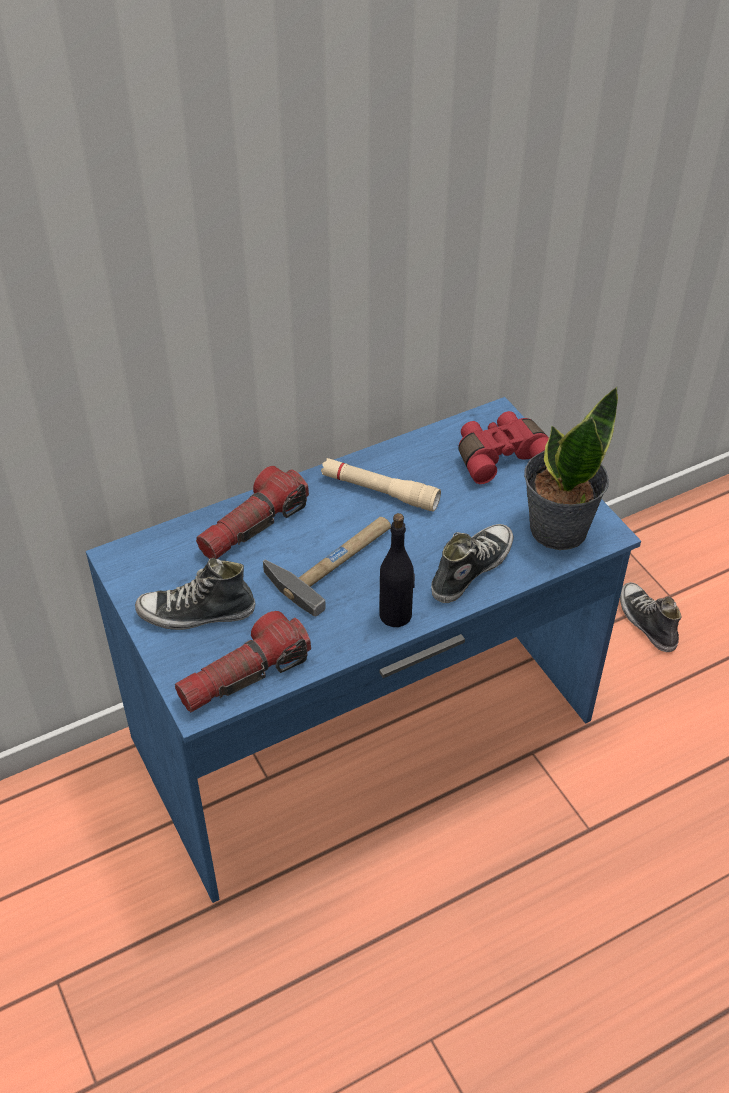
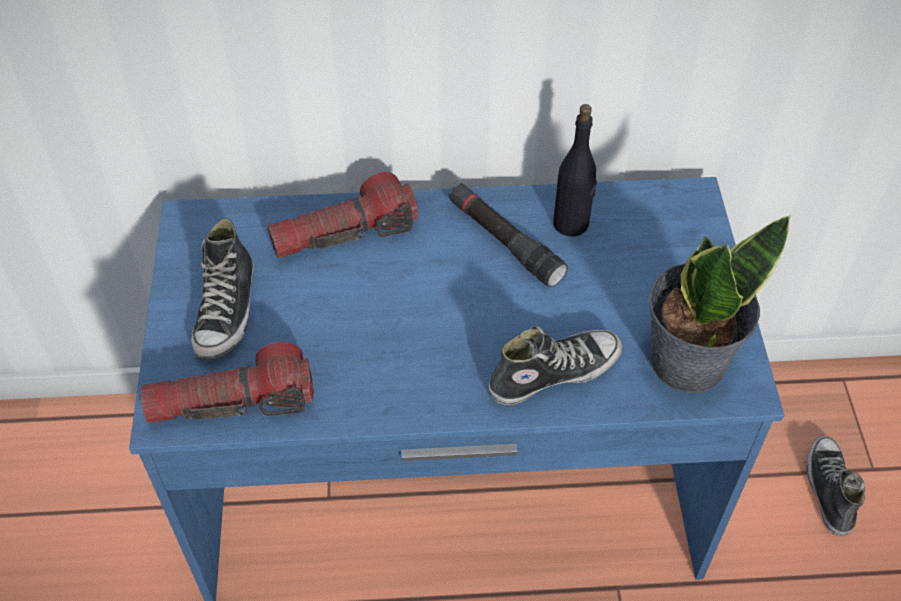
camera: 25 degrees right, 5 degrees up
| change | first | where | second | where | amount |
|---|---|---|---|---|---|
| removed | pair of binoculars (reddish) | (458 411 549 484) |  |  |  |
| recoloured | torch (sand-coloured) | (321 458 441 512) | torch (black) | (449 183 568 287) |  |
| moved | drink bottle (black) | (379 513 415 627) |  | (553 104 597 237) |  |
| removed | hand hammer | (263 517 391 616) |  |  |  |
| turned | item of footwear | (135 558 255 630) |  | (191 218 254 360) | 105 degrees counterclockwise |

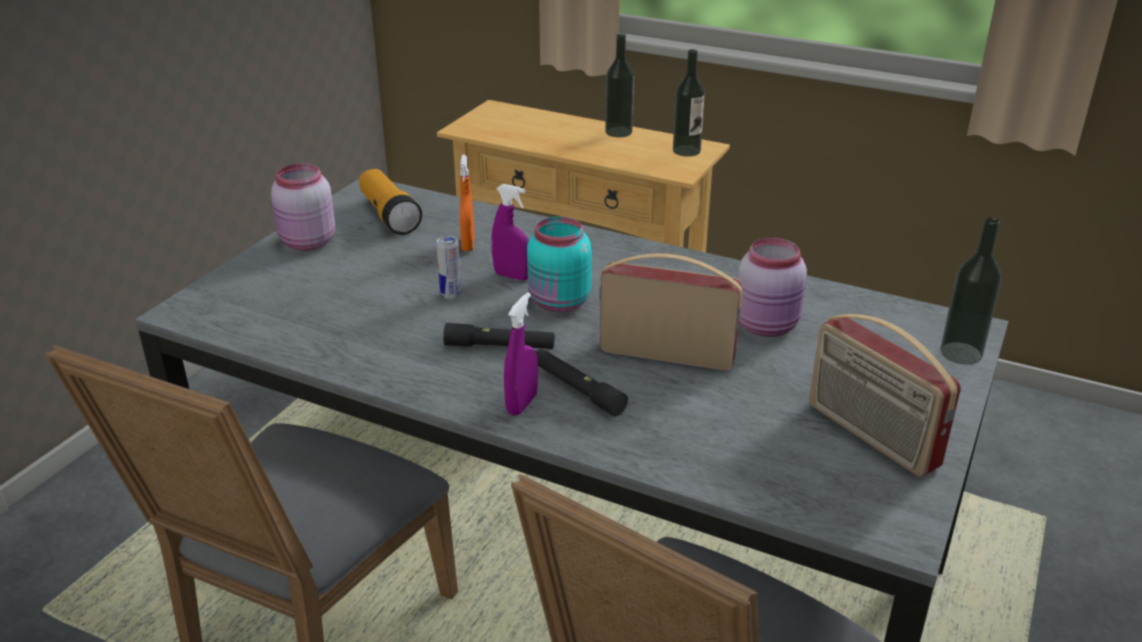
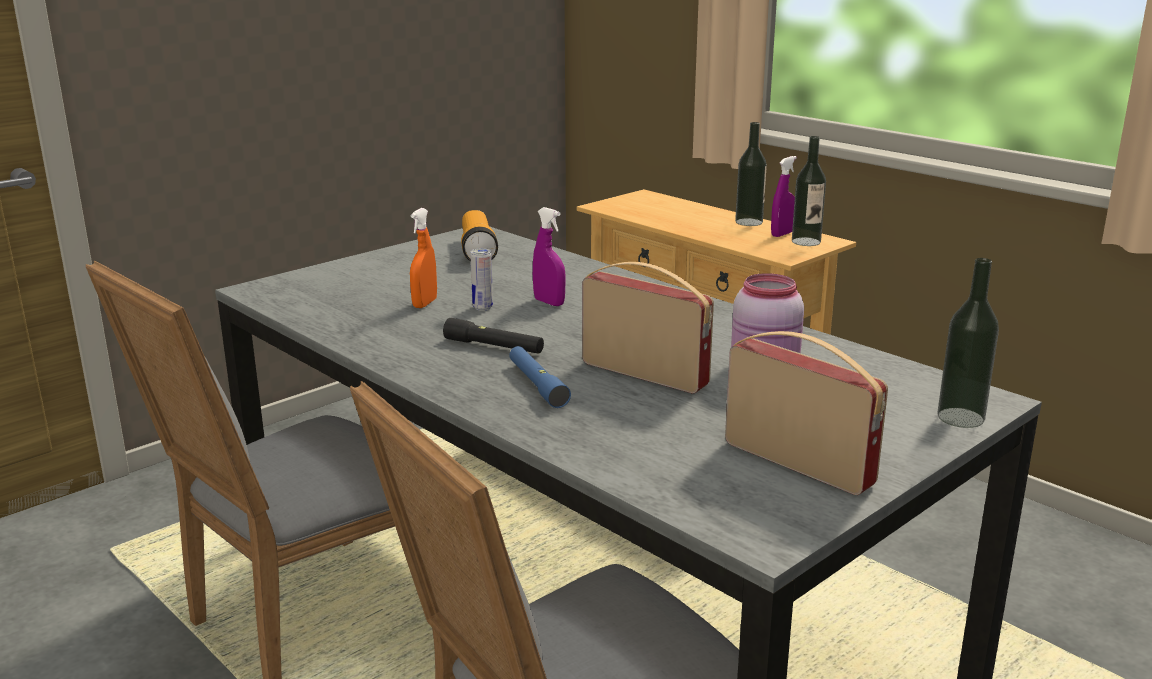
camera: 20 degrees right, 10 degrees down
| change | first | where | second | where | amount |
|---|---|---|---|---|---|
| moved | hand sprayer (orange) | (460 155 475 251) |  | (410 208 437 308) |  |
| removed | preserve jar (pinkish) | (271 163 335 250) |  |  |  |
| removed | preserve jar (turquoise-coloured) | (527 216 592 312) |  |  |  |
| moved | hand sprayer (purple) | (504 292 538 416) |  | (771 156 797 237) |  |
| turned | radio set | (809 314 961 477) |  | (725 331 888 495) | 150 degrees clockwise |
| recoloured | torch (black) | (536 349 628 416) | torch (blue) | (509 346 571 408) |  |

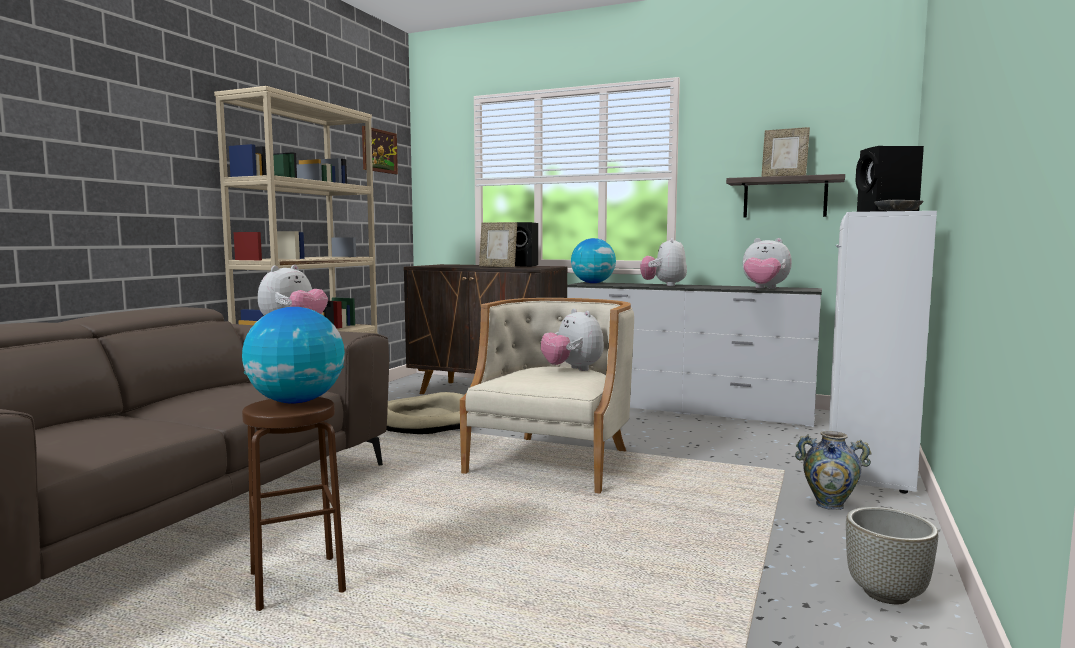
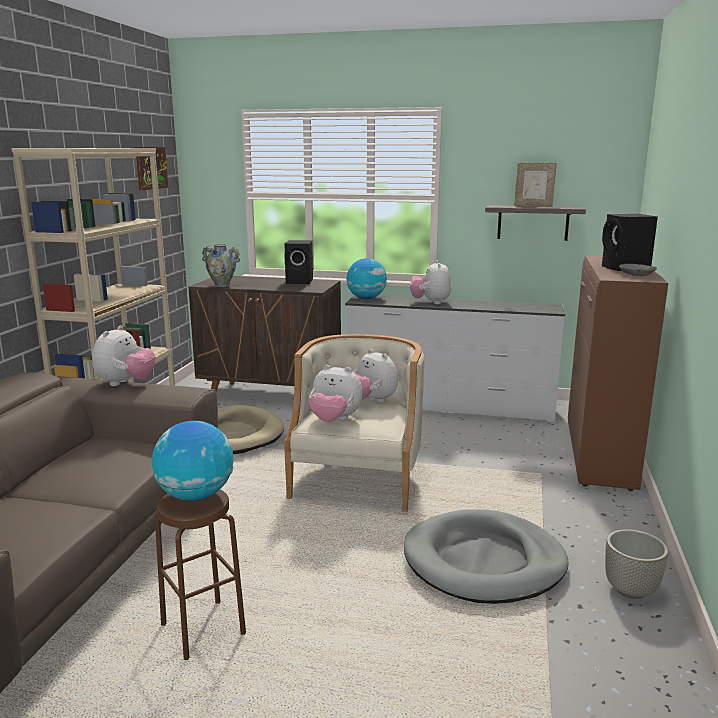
camera: 10 degrees left, 10 degrees up
| change | first | where | second | where | amount |
|---|---|---|---|---|---|
| recoloured | cupboard (whitish) | (829 211 937 493) | cupboard (brown-coloured) | (568 256 668 491) |  |
| removed | photo frame | (479 222 517 267) |  |  |  |
| moved | soft toy | (743 238 792 289) |  | (309 365 363 422) |  |
| moved | decorative vase | (795 431 872 510) |  | (202 244 240 287) |  |
| added |  |  | pet bed (gray) | (404 509 568 604) |  |

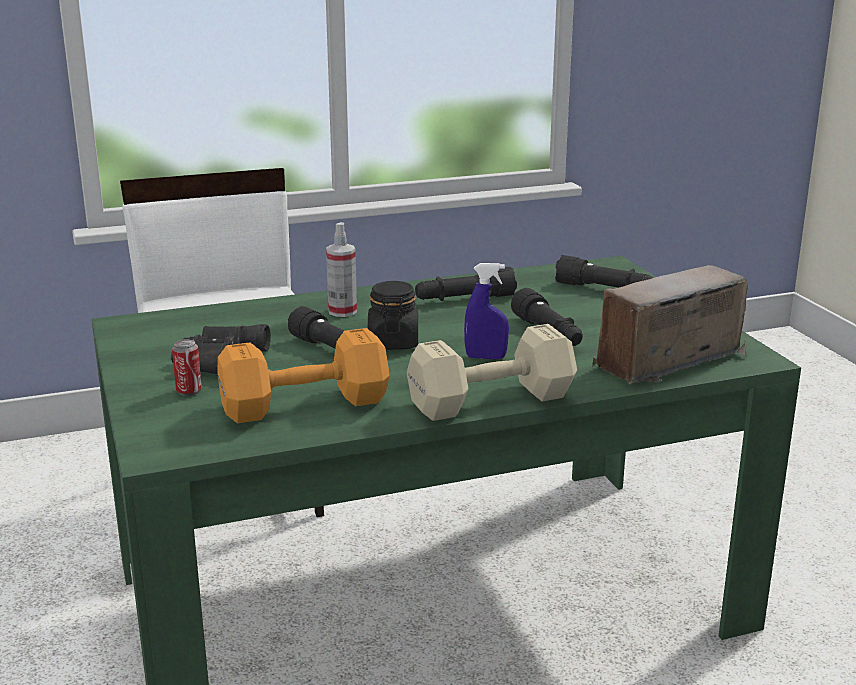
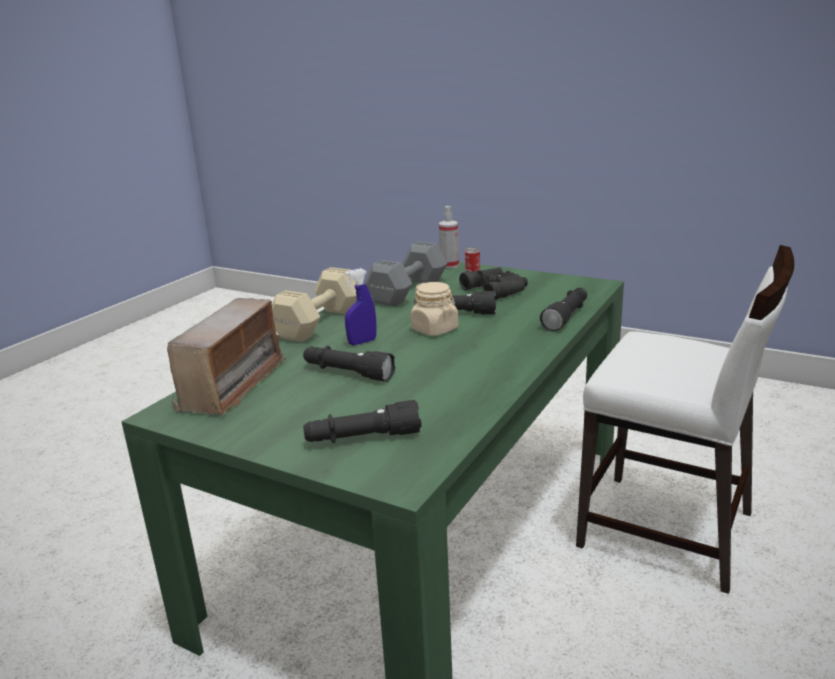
camera: 140 degrees right, 0 degrees up
| change | first | where | second | where | amount |
|---|---|---|---|---|---|
| moved | hand sprayer | (326 222 357 317) |  | (439 206 459 269) |  |
| moved | torch (black) | (415 267 517 301) |  | (540 288 587 331) |  |
| recoloured | preserve jar (black) | (368 281 418 350) | preserve jar (sand-coloured) | (411 282 459 336) |  |
| recoloured | dumbbell (orange) | (217 328 390 423) | dumbbell (gray) | (365 242 447 307) |  |

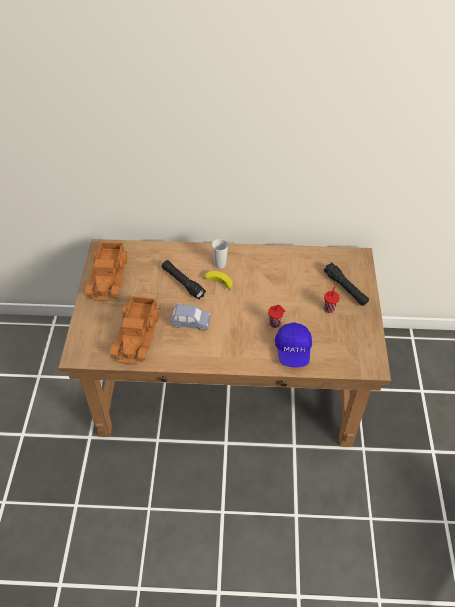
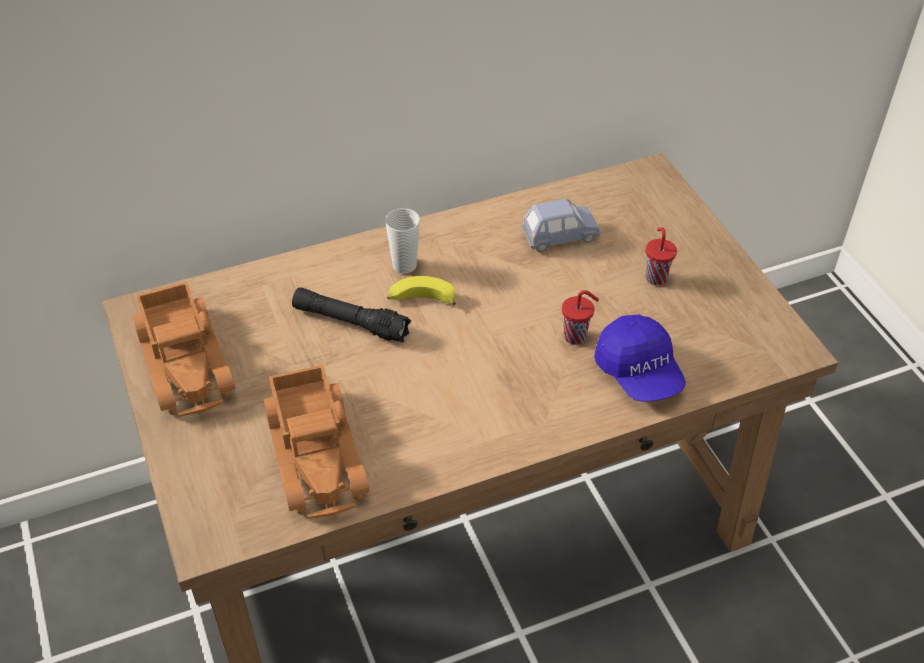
camera: 25 degrees left, 5 degrees down
| change | first | where | second | where | amount |
|---|---|---|---|---|---|
| removed | torch (black) | (324 262 369 306) |  |  |  |
| moved | model car (blue) | (170 304 211 331) |  | (521 199 601 252) |  |

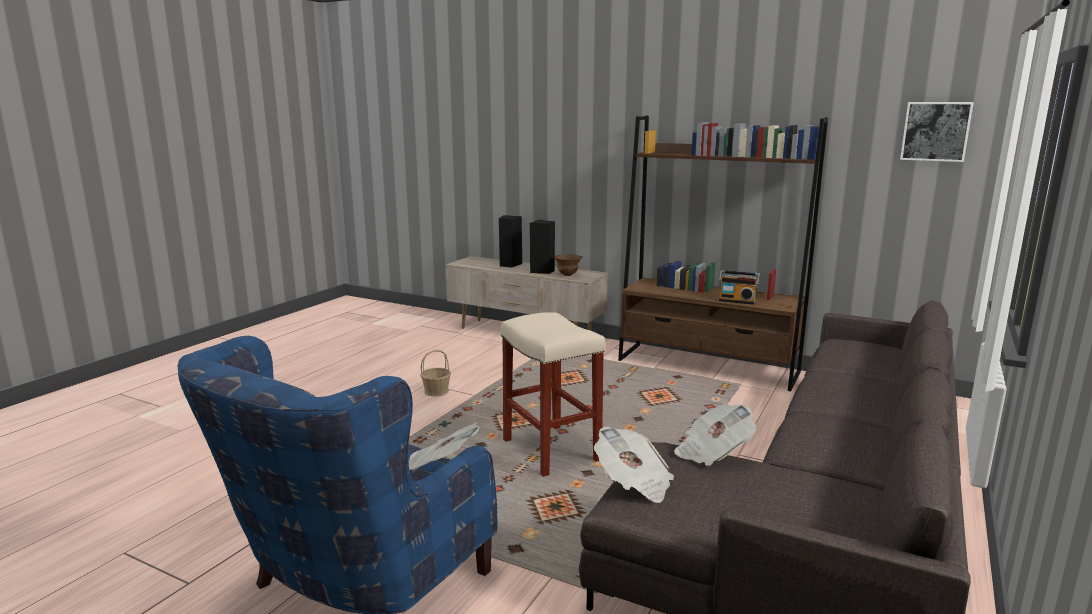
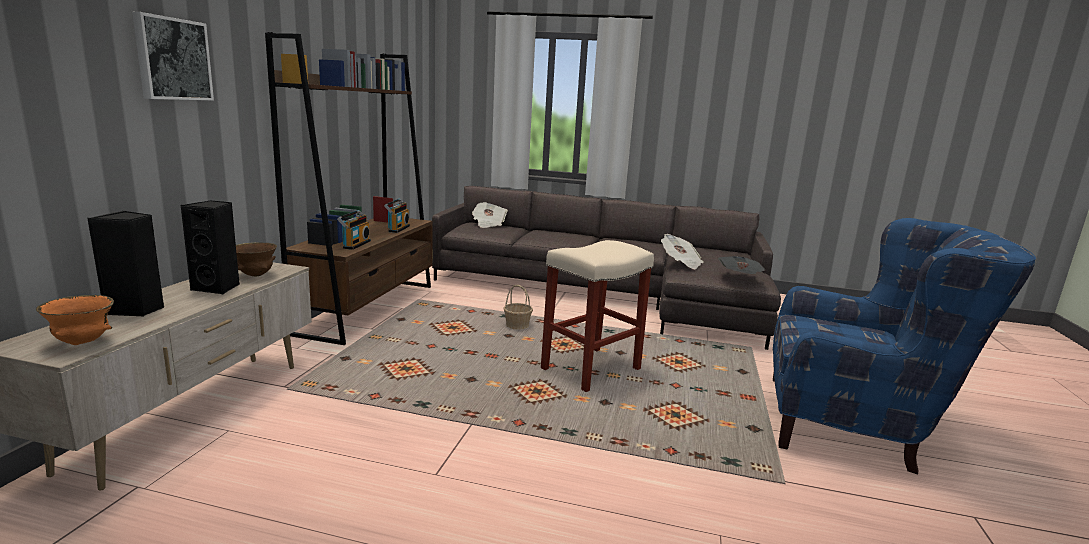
camera: 105 degrees left, 0 degrees up
| change | first | where | second | where | amount |
|---|---|---|---|---|---|
| moved | picture | (900 102 974 162) |  | (132 12 214 100) |  |
| moved | household basket | (420 349 451 396) |  | (503 285 533 330) |  |
| moved | printed paper | (409 423 480 470) |  | (472 202 508 228) |  |
| added |  |  | radio set | (337 210 371 250) |  |
| added |  |  | bowl (orange) | (36 295 114 345) |  |

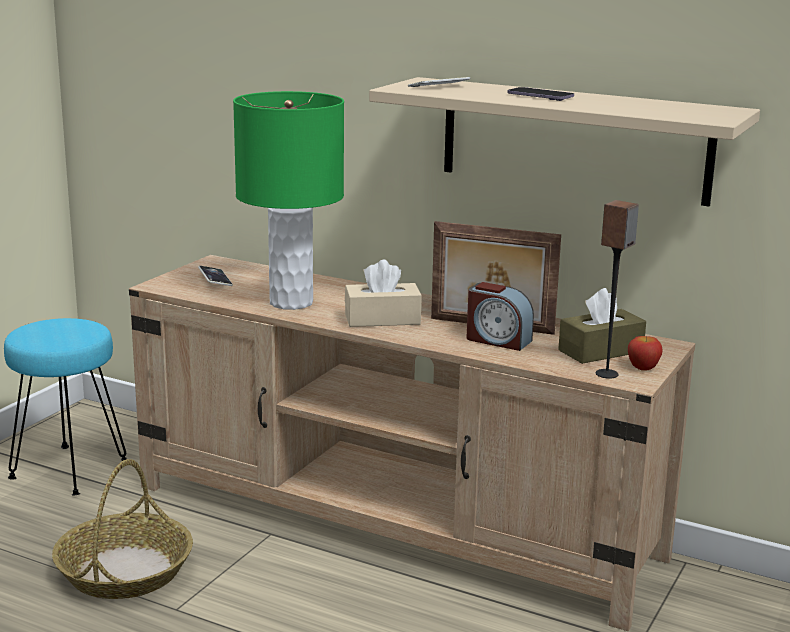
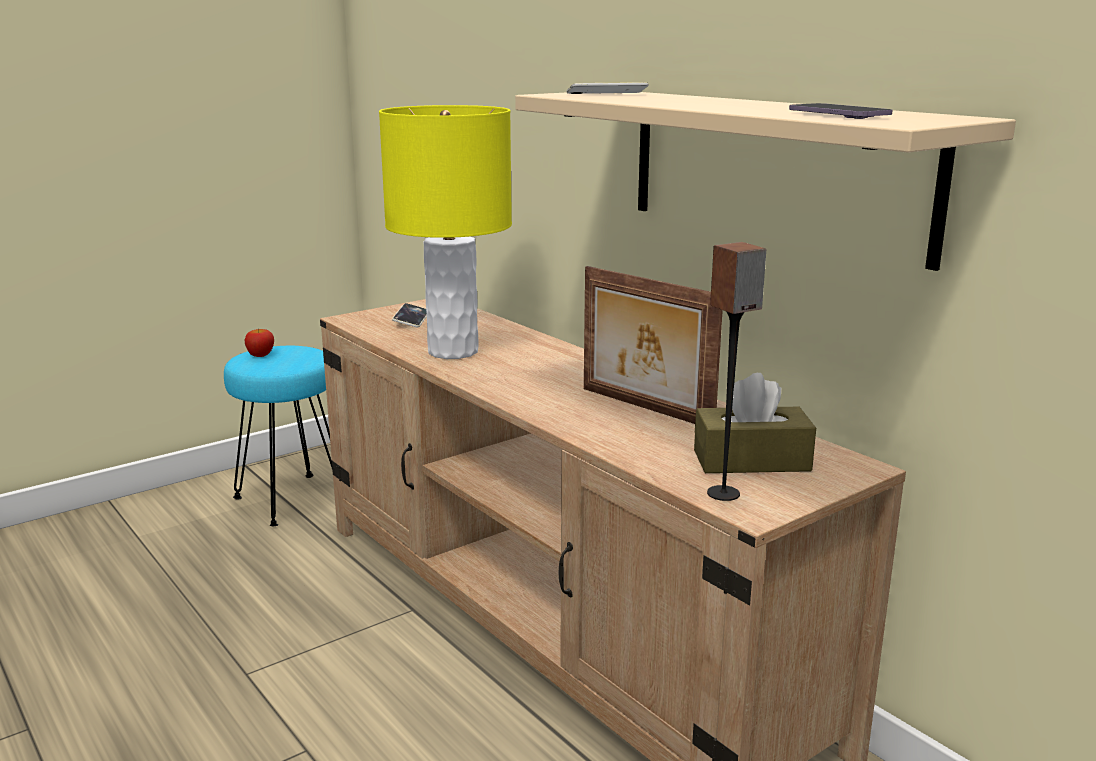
camera: 25 degrees right, 0 degrees up
| change | first | where | second | where | amount |
|---|---|---|---|---|---|
| moved | handset | (507 87 574 101) |  | (789 103 892 119) |  |
| recoloured | lamp for a table (greenish) | (233 91 344 310) | lamp for a table (yellow) | (379 105 512 359) |  |
| removed | tissue box (sand-coloured) | (345 260 422 327) |  |  |  |
| removed | table clock | (467 282 534 351) |  |  |  |
| moved | apple | (628 336 663 371) |  | (245 329 274 357) |  |
| removed | household basket | (52 459 193 599) |  |  |  |

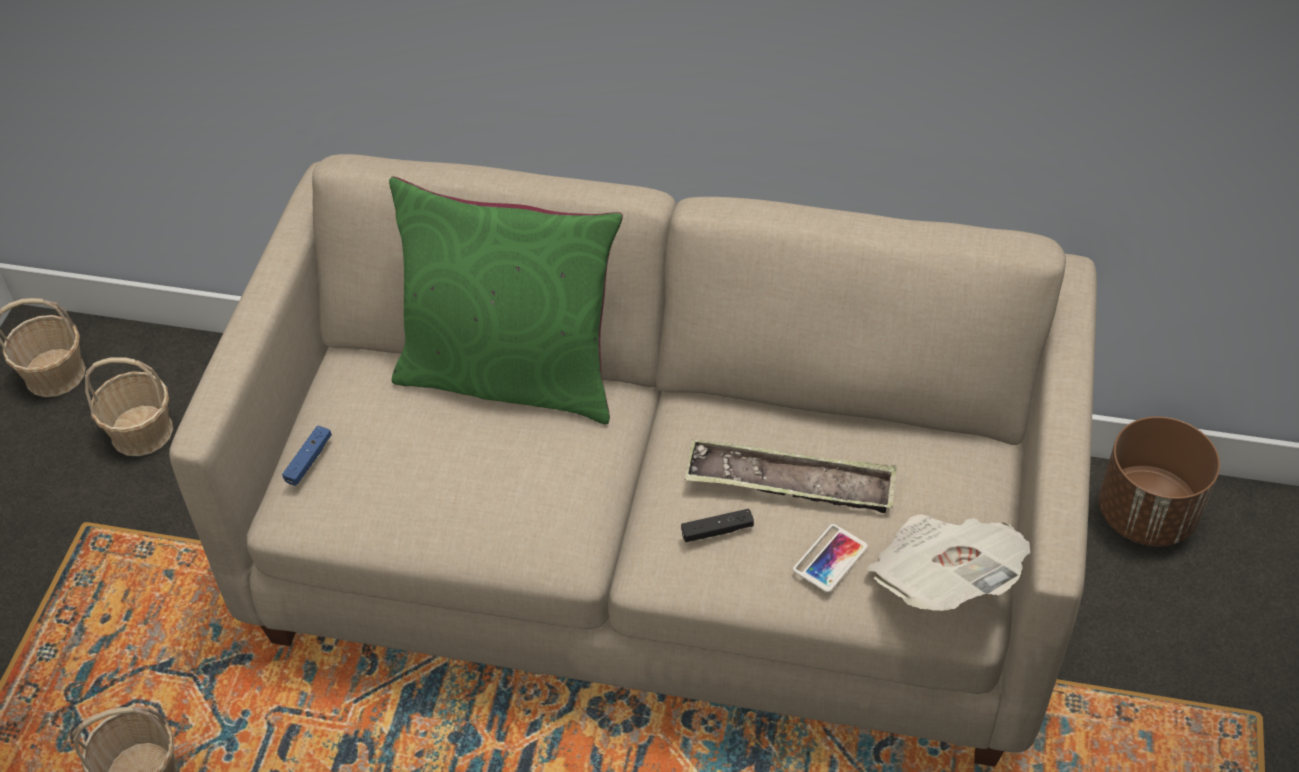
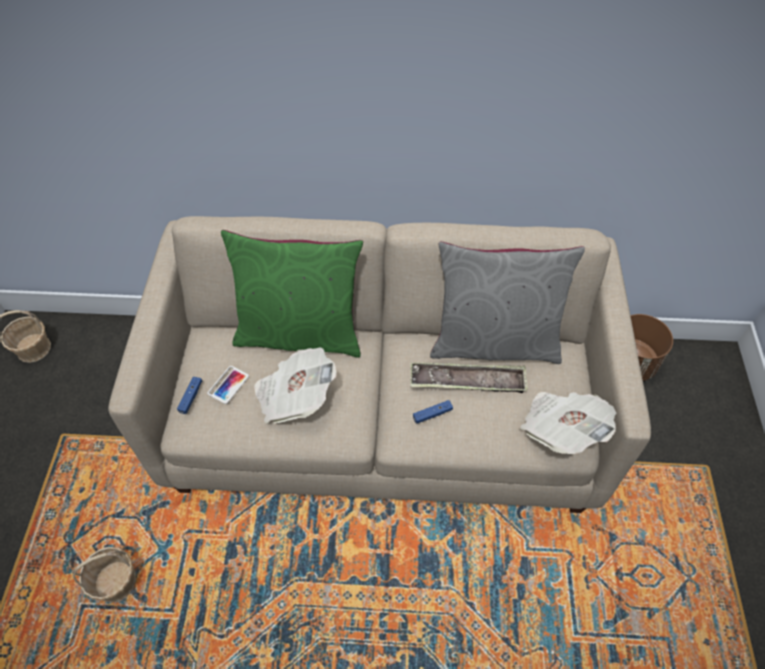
camera: 10 degrees left, 5 degrees up
| change | first | where | second | where | amount |
|---|---|---|---|---|---|
| removed | household basket | (85 357 173 456) |  |  |  |
| recoloured | joypad (black) | (681 509 754 542) | joypad (blue) | (413 400 453 424) |  |
| moved | handset | (793 524 868 592) |  | (207 366 249 404) |  |
| added |  |  | throw pillow (gray) | (430 242 585 364) |  |
| added |  |  | printed paper | (254 347 337 423) |  |

